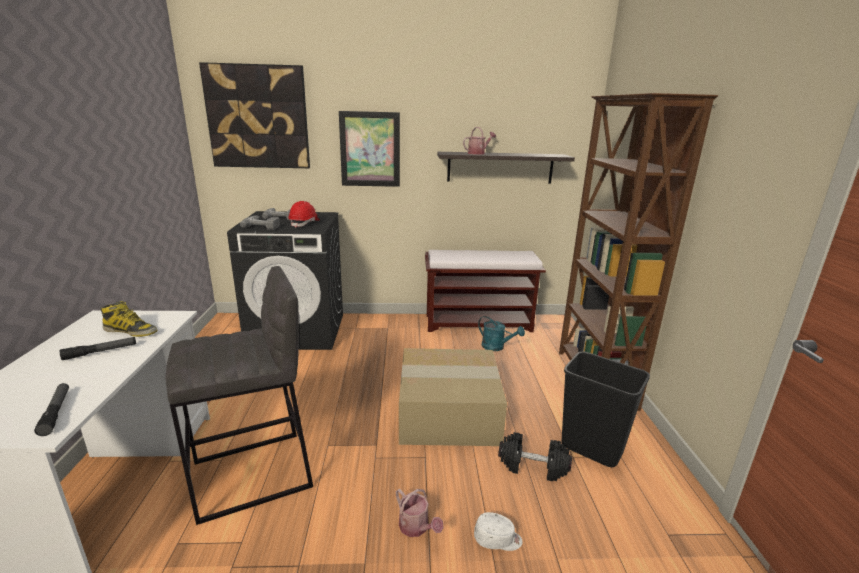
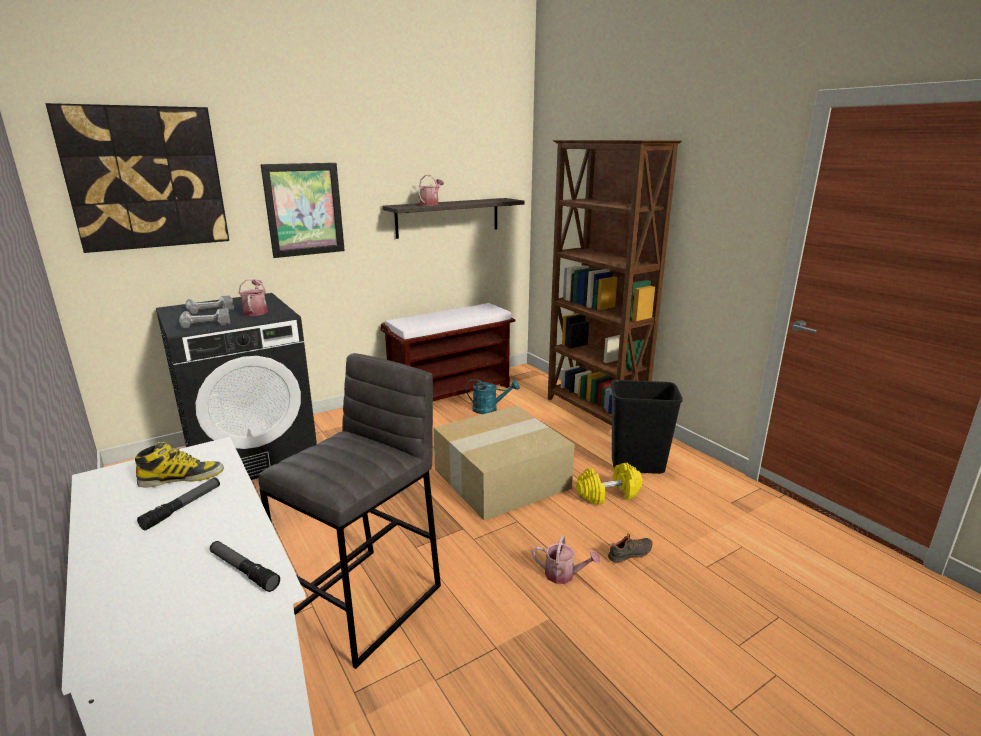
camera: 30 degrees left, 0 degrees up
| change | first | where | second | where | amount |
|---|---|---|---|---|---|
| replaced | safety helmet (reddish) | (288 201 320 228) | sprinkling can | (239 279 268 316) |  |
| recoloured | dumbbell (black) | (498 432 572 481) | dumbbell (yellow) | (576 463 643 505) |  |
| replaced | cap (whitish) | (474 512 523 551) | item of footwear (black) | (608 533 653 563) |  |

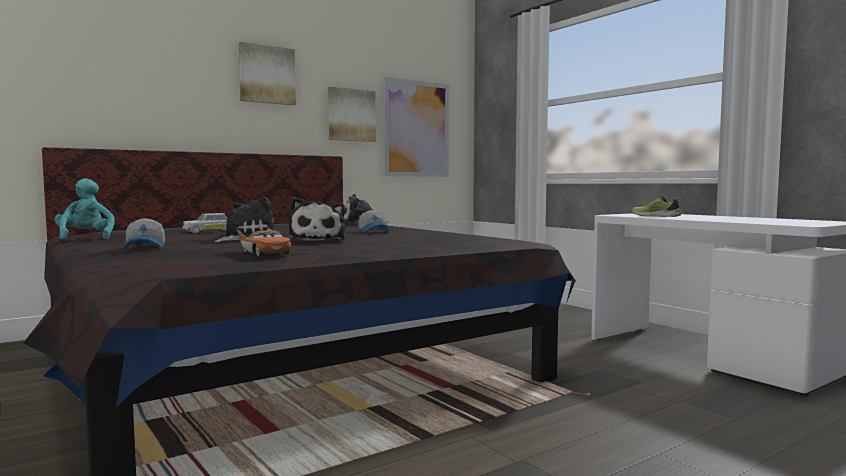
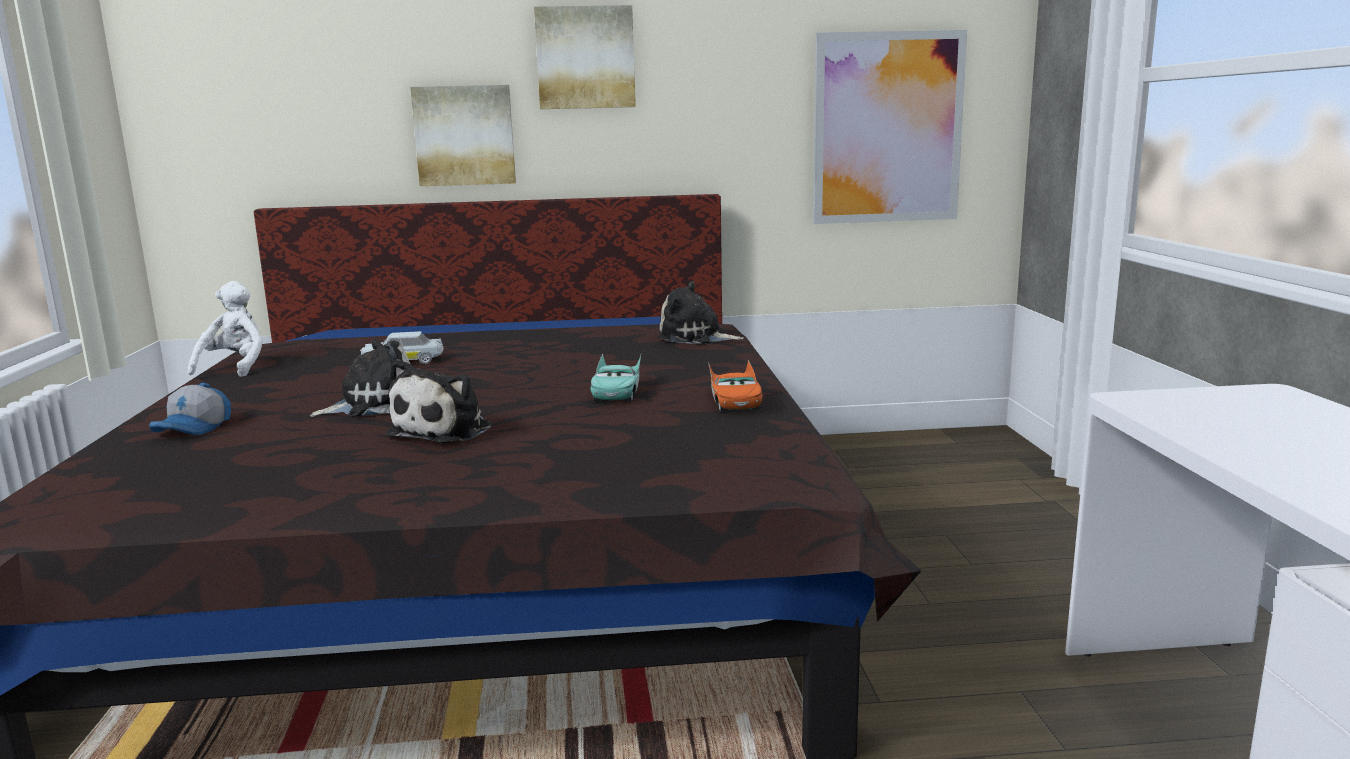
camera: 30 degrees right, 10 degrees up
| change | first | where | second | where | amount |
|---|---|---|---|---|---|
| moved | picture | (328 87 376 142) |  | (410 85 516 186) |  |
| recoloured | soft toy (turquoise-coloured) | (55 178 115 239) | soft toy (whitish) | (188 281 263 377) |  |
| removed | item of footwear | (632 195 681 217) |  |  |  |
| replaced | cap | (357 210 390 233) | model car (turquoise-coloured) | (590 354 641 401) |  |
| moved | model car (orange) | (237 228 291 256) |  | (708 360 763 411) |  |

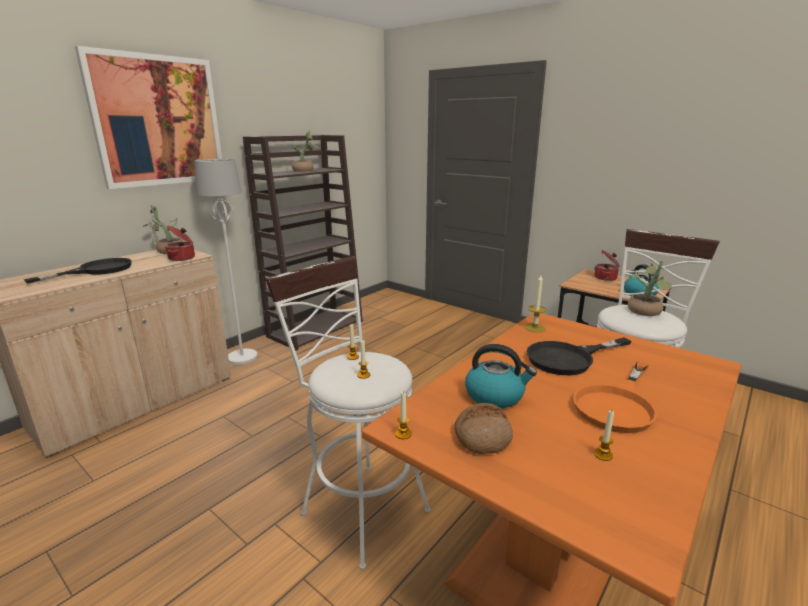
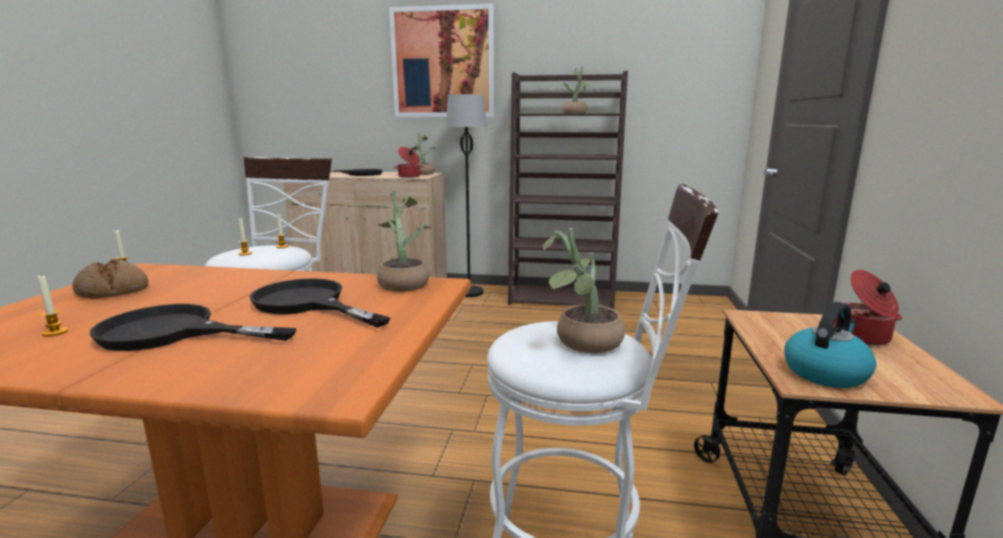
camera: 60 degrees right, 5 degrees down
| change | first | where | second | where | amount |
|---|---|---|---|---|---|
| recoloured | standard lamp (whitish) | (194 159 258 365) | standard lamp (black) | (446 94 486 297) |  |
| replaced | candle | (524 275 546 332) | plant in a pot | (377 191 431 292) |  |
| removed | kettle | (465 344 537 408) |  |  |  |
| recoloured | frying pan (orange) | (573 361 657 433) | frying pan (black) | (90 304 297 351) |  |

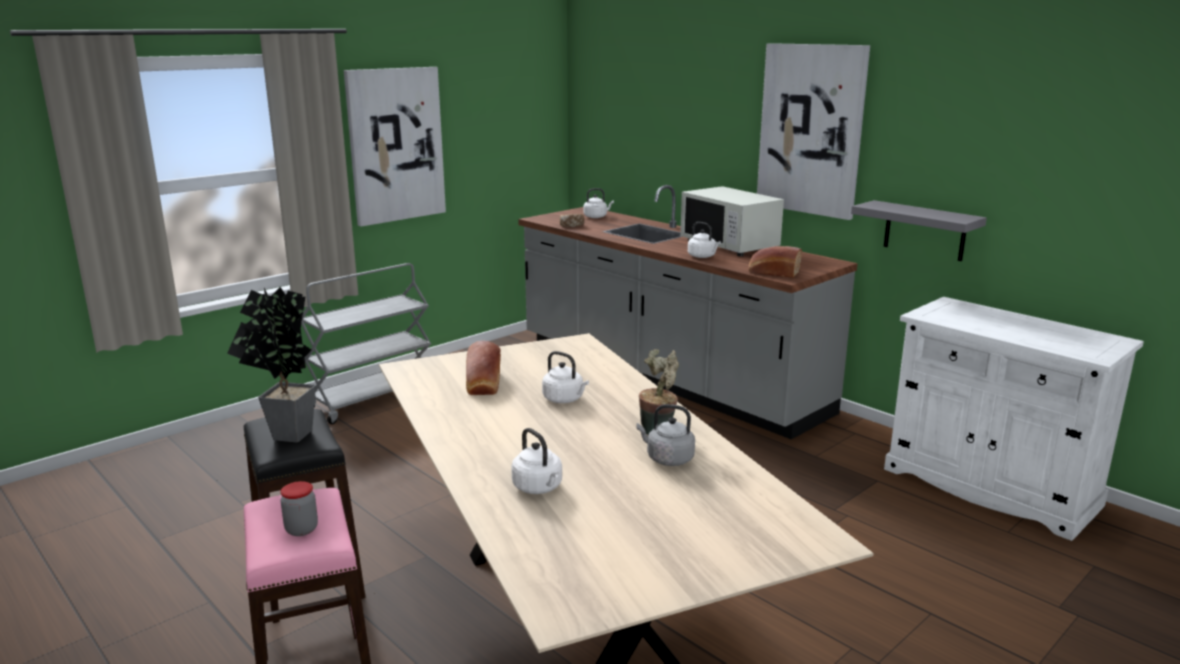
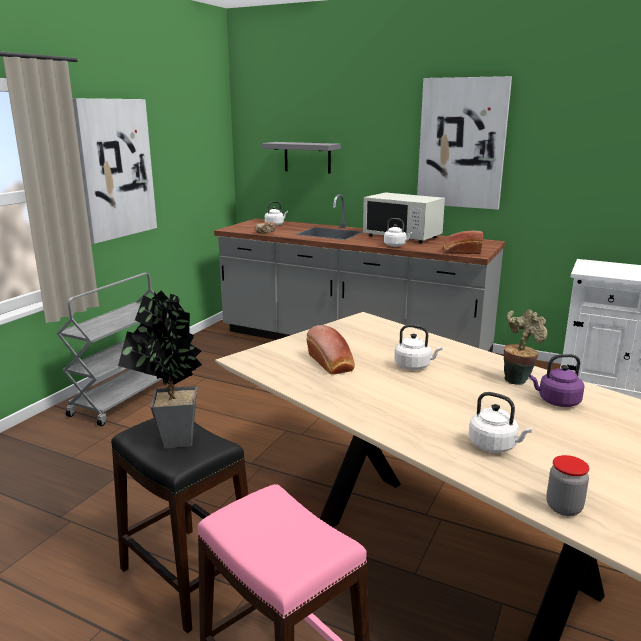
camera: 20 degrees left, 0 degrees up
| change | first | where | second | where | amount |
|---|---|---|---|---|---|
| moved | bracket shelf (gray) | (851 200 987 261) |  | (262 142 341 174) |  |
| recoloured | kettle (gray) | (636 404 695 466) | kettle (purple) | (529 354 584 407) |  |
| moved | preserve jar | (280 481 318 536) |  | (546 455 589 516) |  |

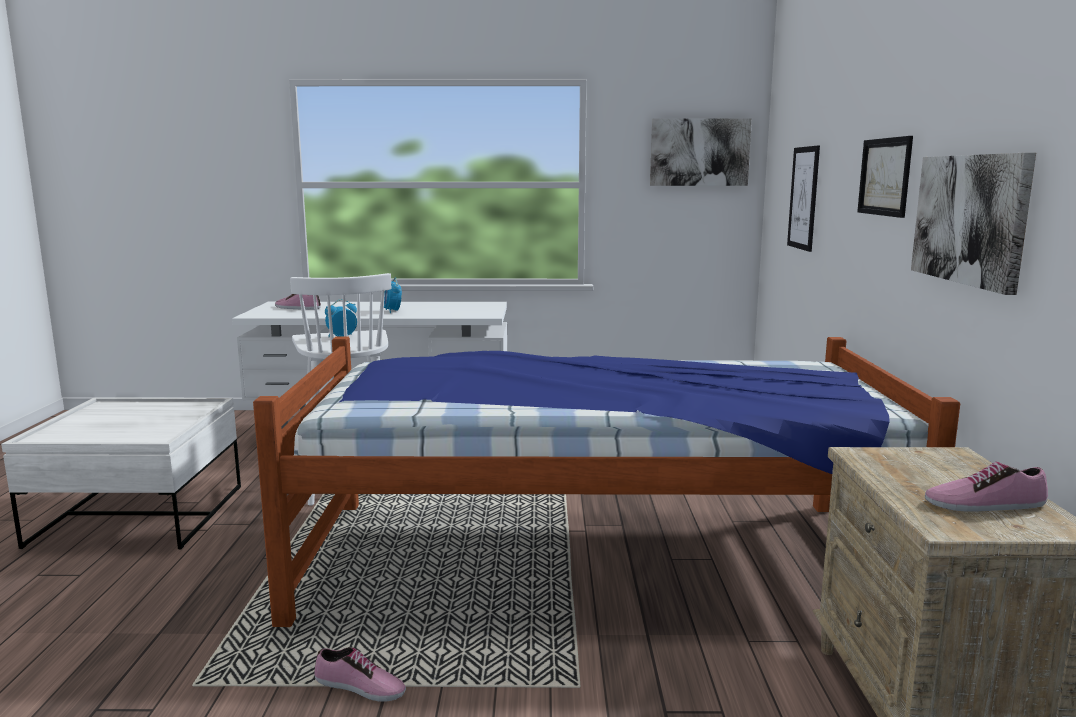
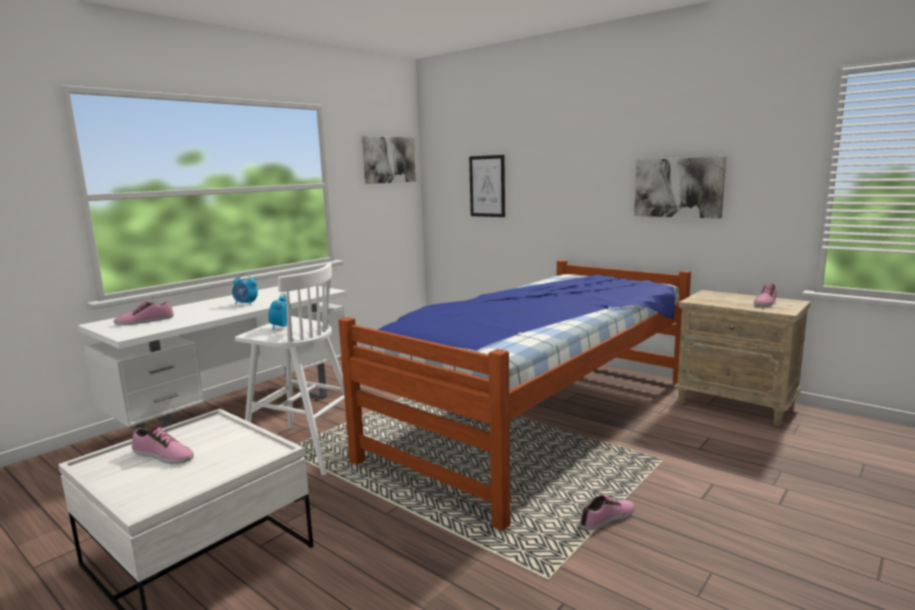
camera: 50 degrees left, 0 degrees up
| change | first | where | second | where | amount |
|---|---|---|---|---|---|
| removed | picture | (857 136 913 218) |  |  |  |
| added |  |  | item of footwear | (132 427 194 464) |  |

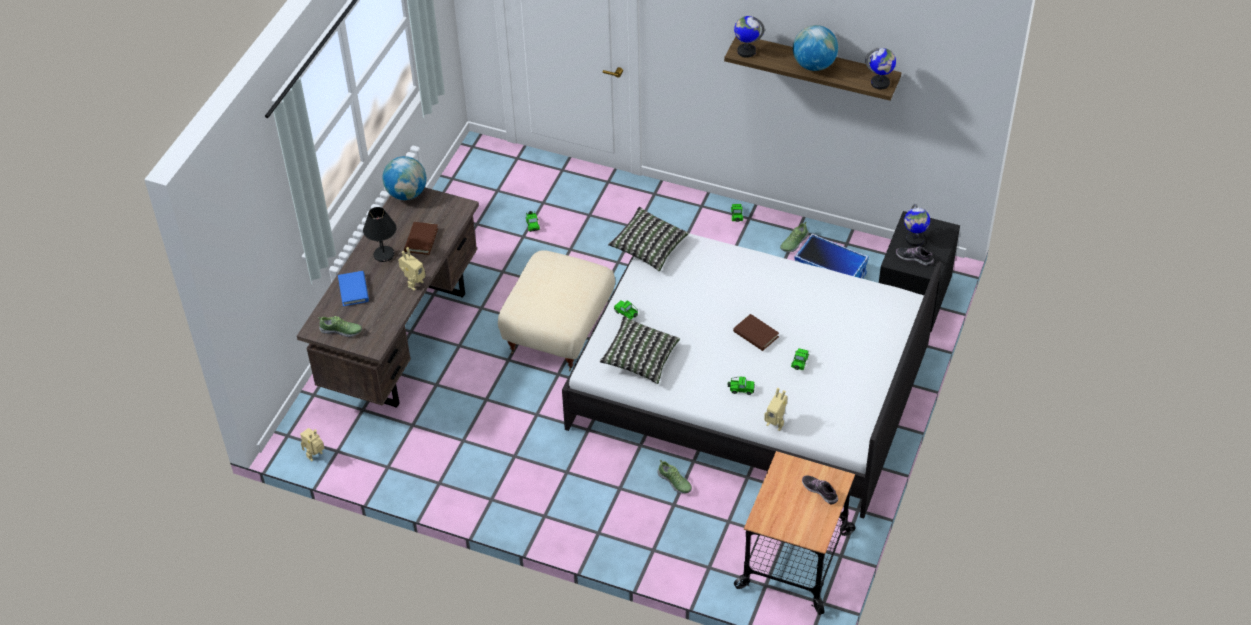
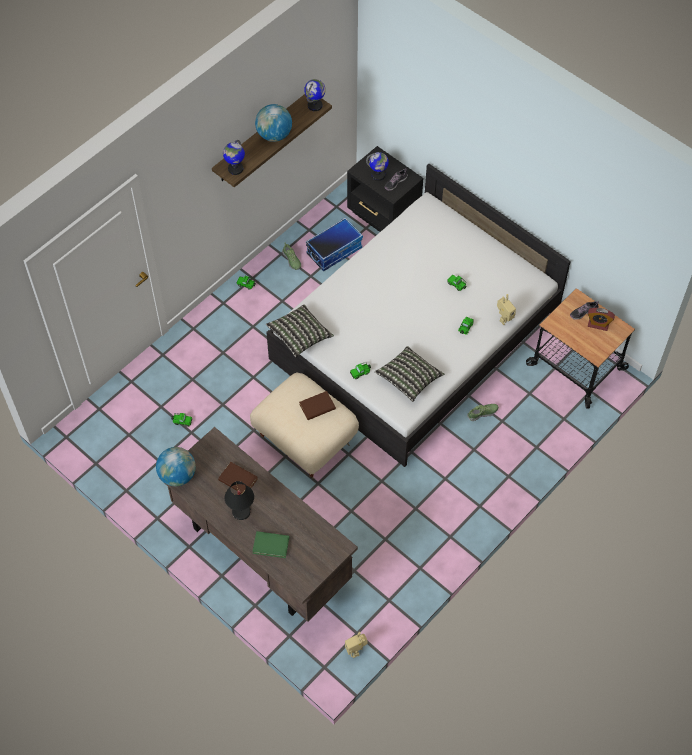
camera: 70 degrees left, 10 degrees up
| change | first | where | second | where | amount |
|---|---|---|---|---|---|
| removed | toy robot | (398 247 425 291) |  |  |  |
| recoloured | book (blue) | (338 271 369 306) | book (greenish) | (252 531 289 558) |  |
| moved | book (brown-coloured) | (733 314 779 351) |  | (299 391 336 420) |  |
| removed | item of footwear | (318 316 362 337) |  |  |  |
| added |  |  | table clock | (588 308 615 331) |  |

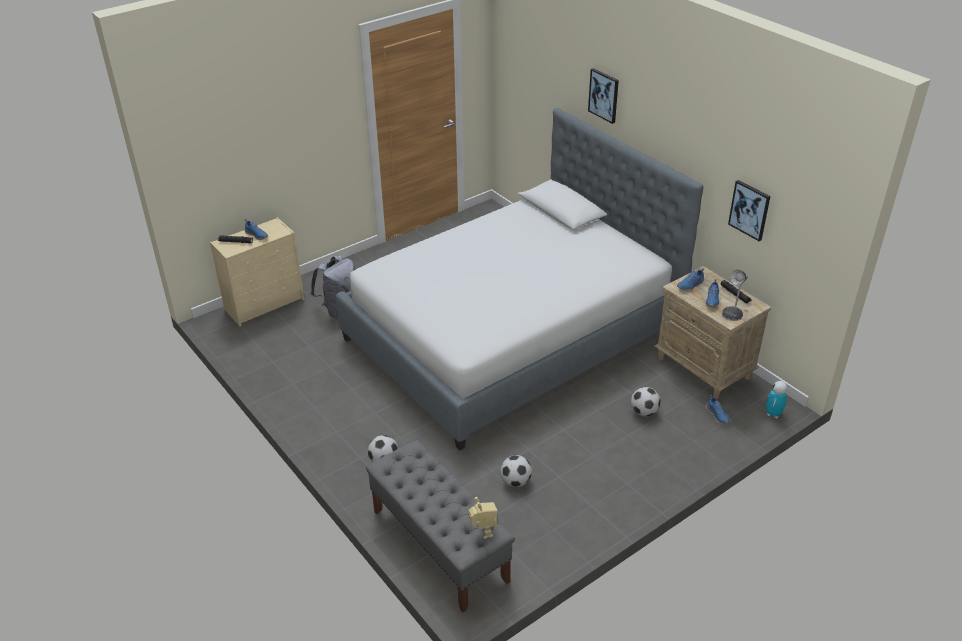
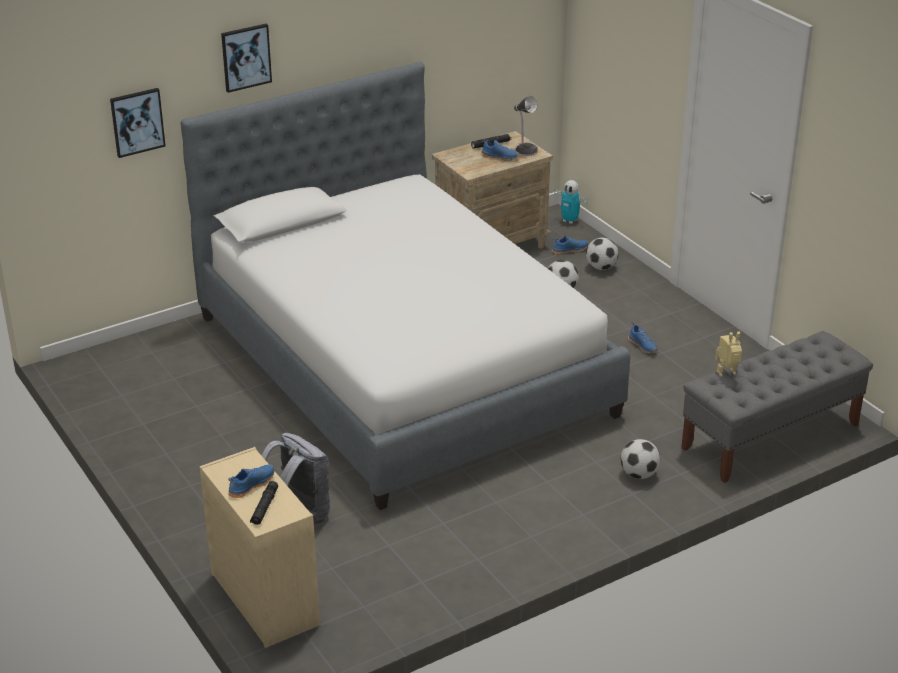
camera: 85 degrees left, 5 degrees down
| change | first | where | second | where | amount |
|---|---|---|---|---|---|
| moved | picture | (728 180 771 241) |  | (110 88 166 158) |  |
| moved | item of footwear (blue) | (677 268 704 291) |  | (628 322 658 353) |  |
| moved | football | (501 455 532 487) |  | (586 238 618 270) |  |
| moved | toy robot | (469 497 498 539) |  | (715 331 742 377) |  |

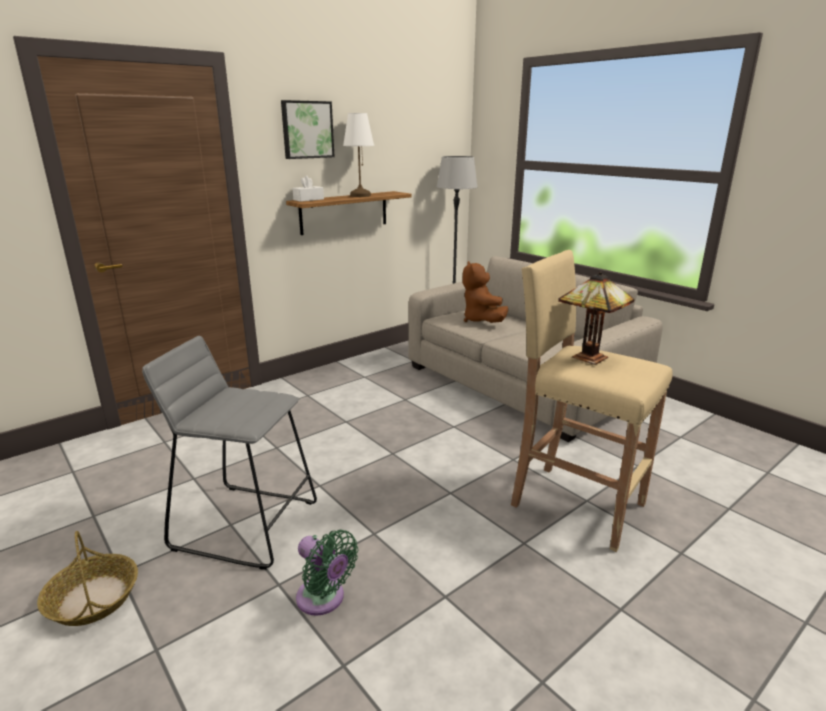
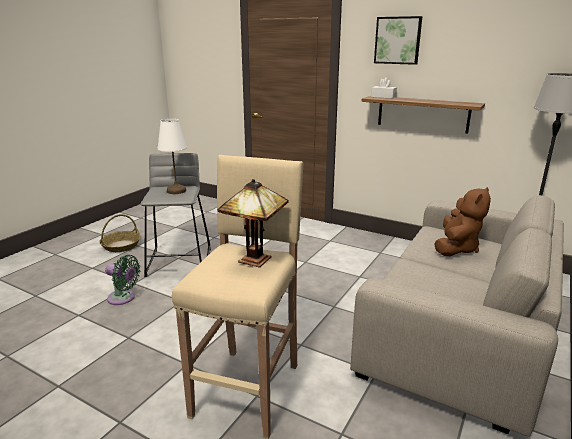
camera: 70 degrees right, 0 degrees up
| change | first | where | second | where | amount |
|---|---|---|---|---|---|
| moved | lamp for a table (whitish) | (343 113 374 197) |  | (157 119 187 194) |  |
| turned | soft toy (brown-coloured) | (462 261 508 323) |  | (434 187 491 256) | 150 degrees clockwise |
| turned | cooling fan (greenish) | (296 530 358 616) |  | (105 255 140 305) | 90 degrees counterclockwise |

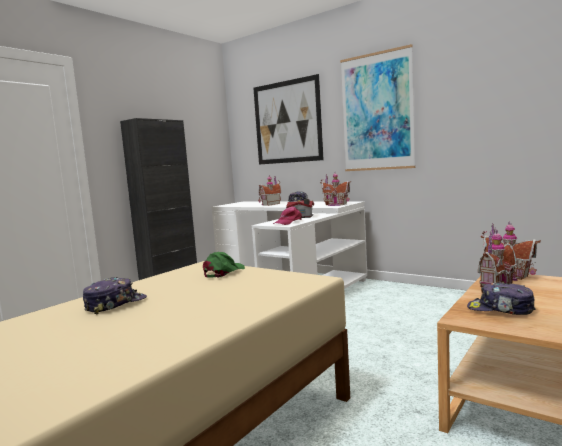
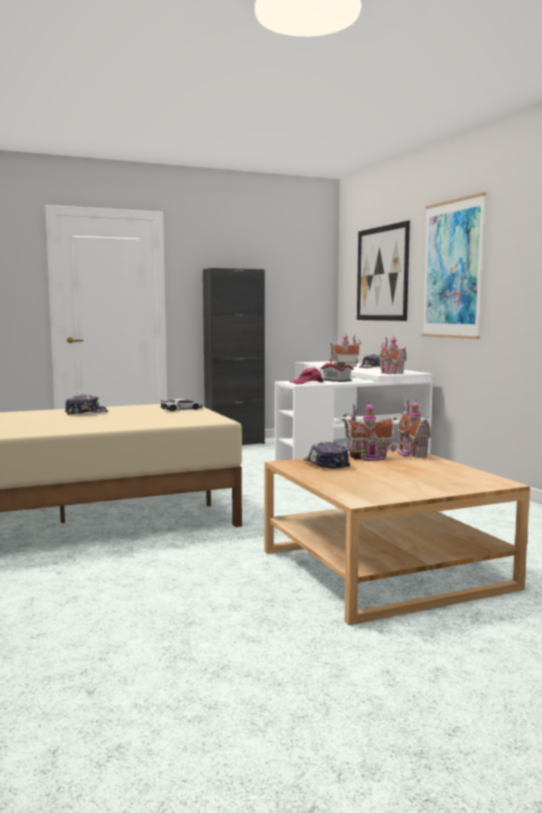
camera: 30 degrees right, 0 degrees up
| change | first | where | second | where | amount |
|---|---|---|---|---|---|
| replaced | cap (greenish) | (203 252 245 278) | model car | (161 399 203 411) |  |

